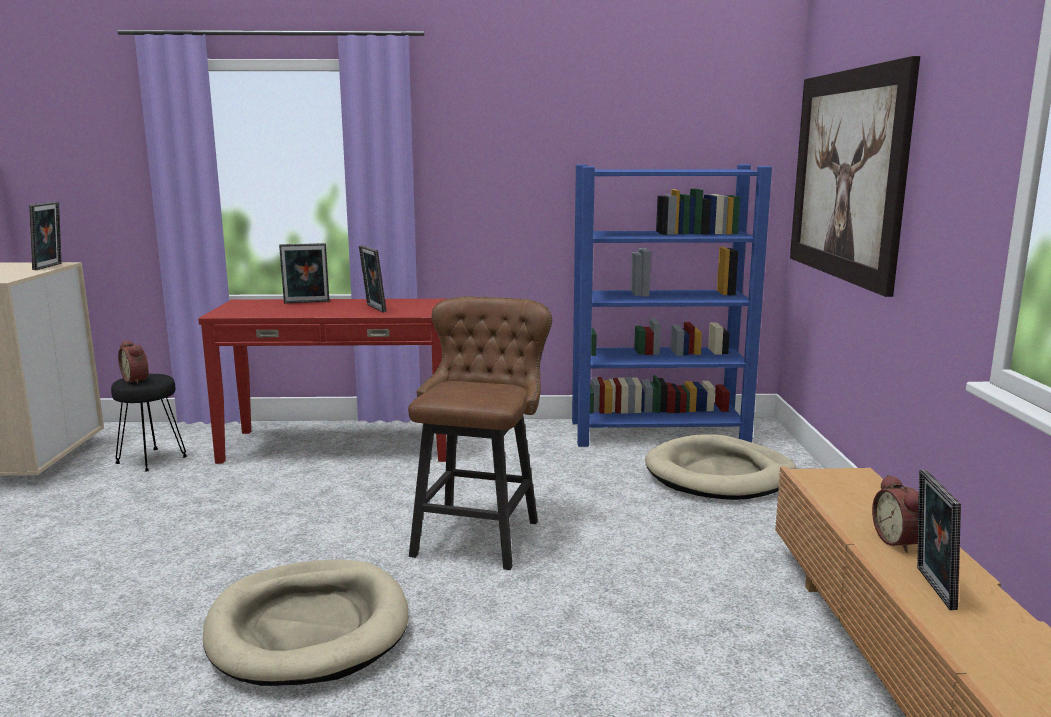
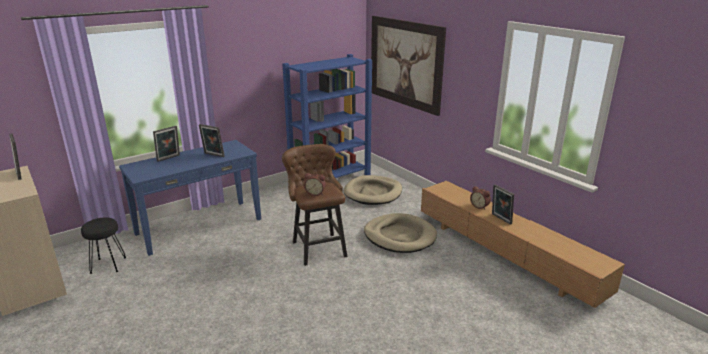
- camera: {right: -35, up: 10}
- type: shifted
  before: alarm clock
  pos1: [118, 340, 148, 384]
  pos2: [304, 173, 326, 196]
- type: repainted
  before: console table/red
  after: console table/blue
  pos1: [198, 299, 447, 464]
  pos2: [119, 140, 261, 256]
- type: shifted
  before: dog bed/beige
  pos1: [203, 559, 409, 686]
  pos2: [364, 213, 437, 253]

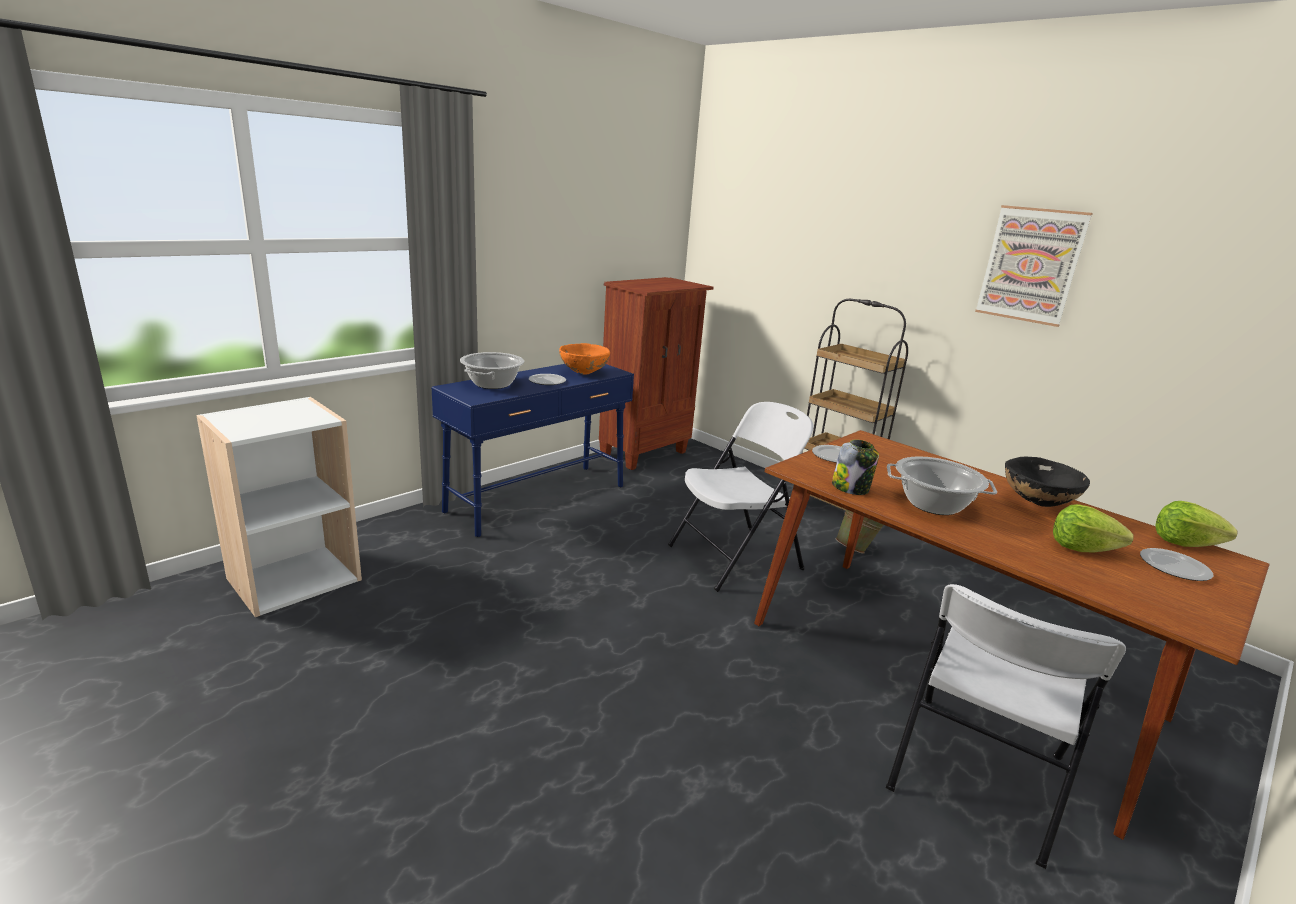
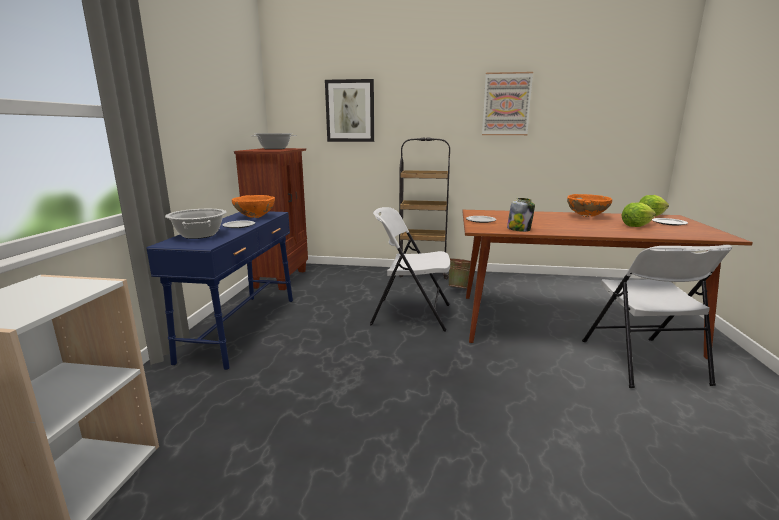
- camera: {right: -35, up: -5}
- type: rotated
  before: chair/white
  pos1: [668, 402, 814, 592]
  pos2: [370, 207, 450, 332]
  turn: -105
- type: shifted
  before: cooking pot
  pos1: [887, 456, 997, 515]
  pos2: [251, 133, 297, 149]
- type: repainted
  before: bowl/black
  after: bowl/orange
  pos1: [1005, 457, 1090, 507]
  pos2: [567, 194, 612, 217]
- type: new
  after: picture
  pos2: [325, 79, 374, 142]

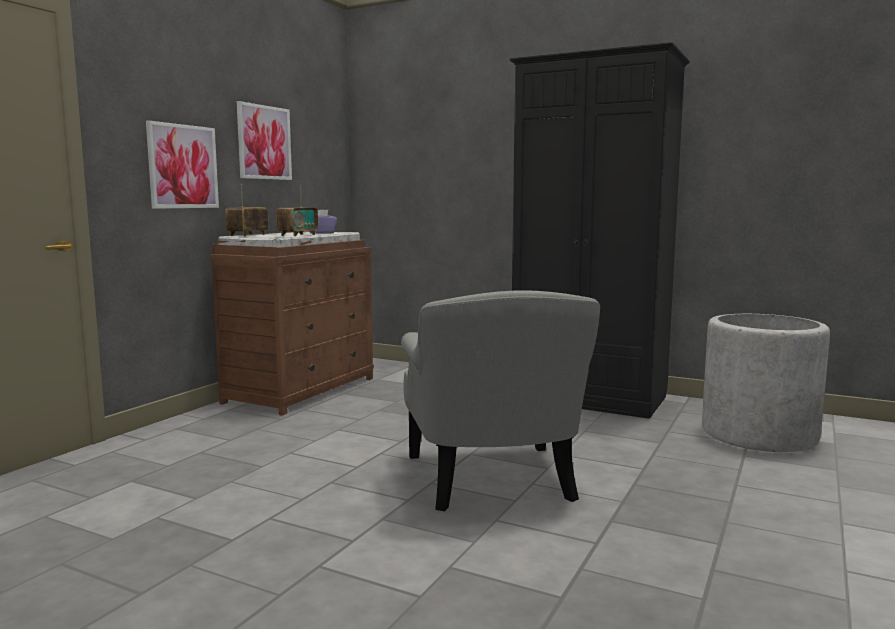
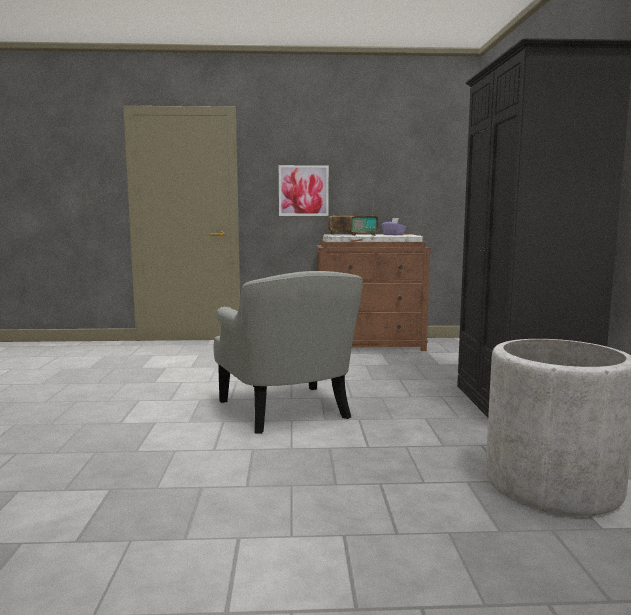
- camera: {right: 60, up: 0}
- type: gone
  before: picture
  pos1: [237, 101, 292, 180]
- type: rotated
  before: armchair/grey
  pos1: [401, 290, 600, 511]
  pos2: [214, 271, 363, 434]
  turn: -75

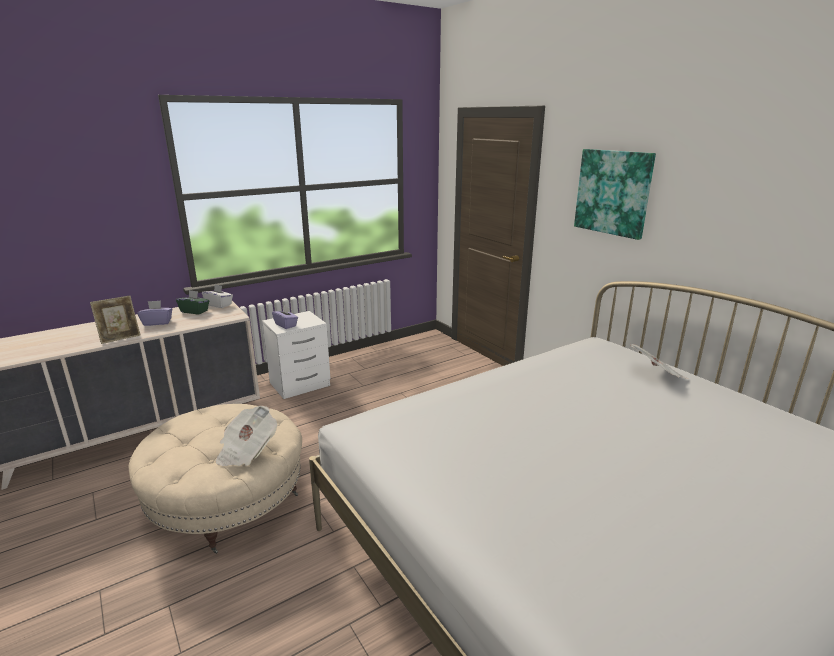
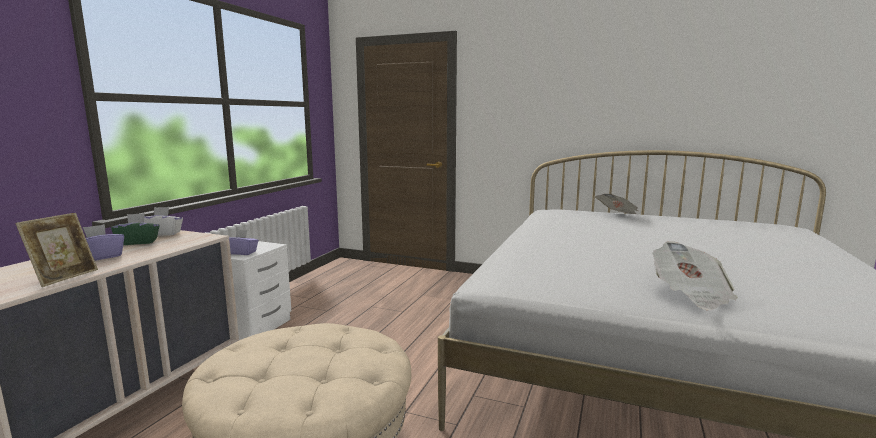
- camera: {right: -35, up: -10}
- type: shifted
  before: newspaper
  pos1: [215, 406, 277, 466]
  pos2: [652, 241, 738, 311]
- type: gone
  before: picture
  pos1: [574, 149, 656, 240]

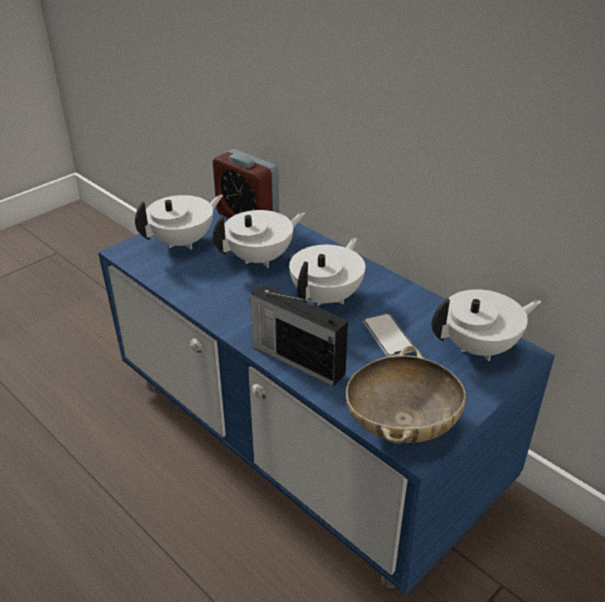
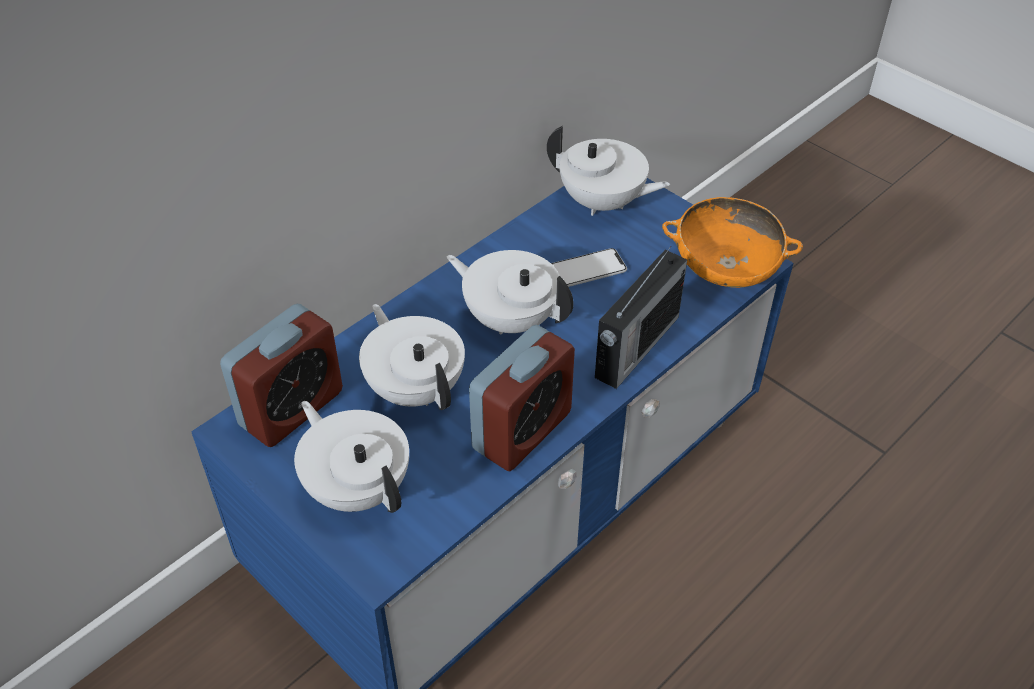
- camera: {right: -90, up: 10}
- type: repainted
  before: bowl/beige
  after: bowl/orange
  pos1: [346, 346, 466, 444]
  pos2: [662, 197, 803, 288]
- type: rotated
  before: teapot/white
  pos1: [432, 289, 541, 361]
  pos2: [547, 126, 670, 216]
  turn: 135
- type: new
  after: alarm clock
  pos2: [469, 325, 575, 471]

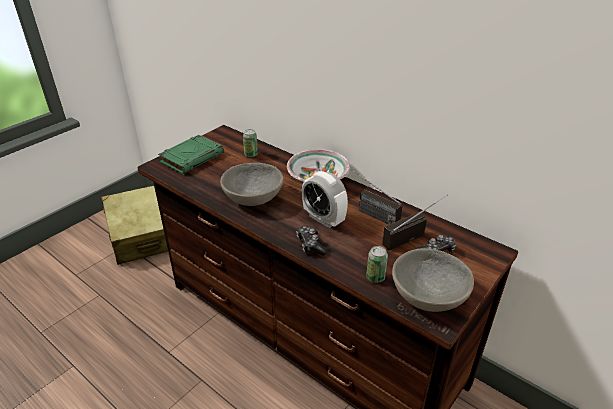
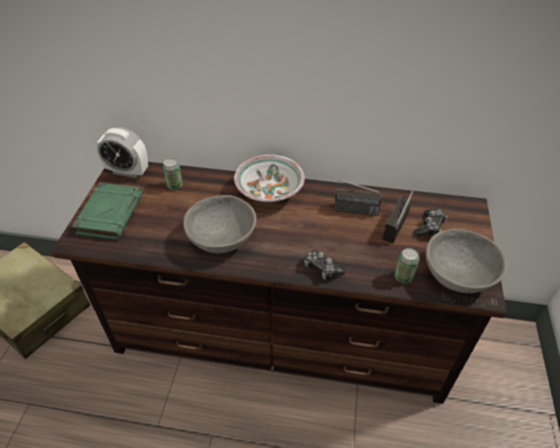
- camera: {right: -30, up: 10}
- type: shifted
  before: alarm clock
  pos1: [302, 171, 348, 228]
  pos2: [96, 127, 148, 178]

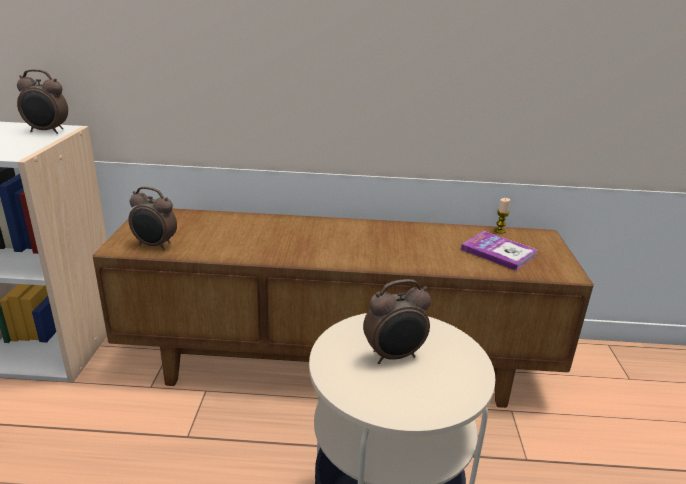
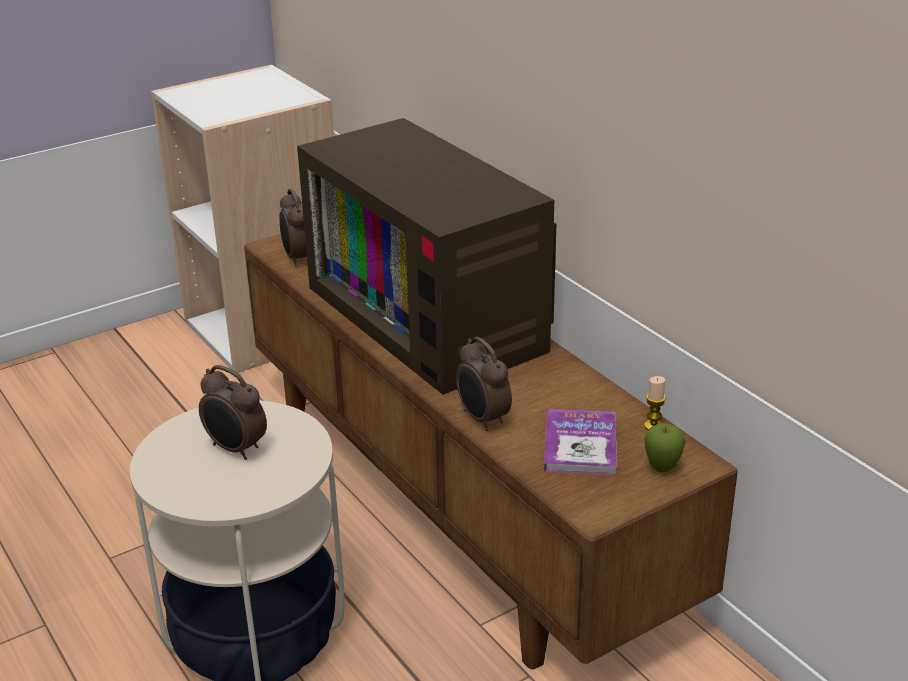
- camera: {right: 55, up: 5}
- type: shifted
  before: alarm clock
  pos1: [17, 69, 68, 134]
  pos2: [456, 337, 512, 431]
- type: new
  after: television
  pos2: [297, 118, 556, 395]
- type: new
  after: apple
  pos2: [644, 423, 686, 473]

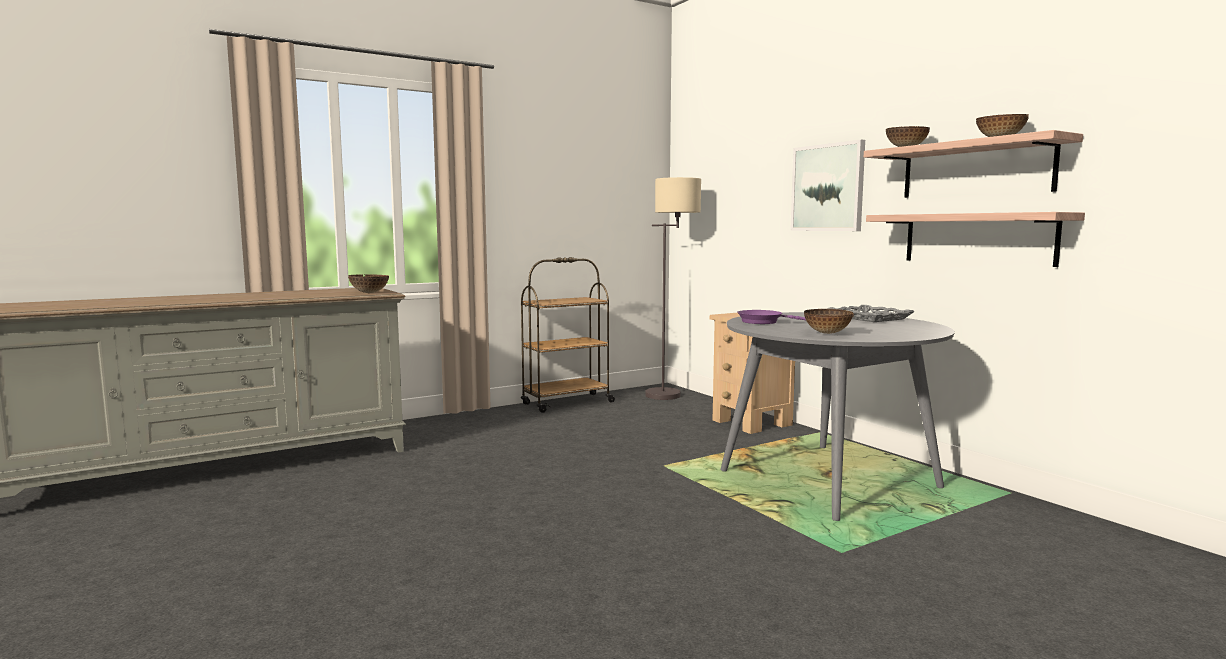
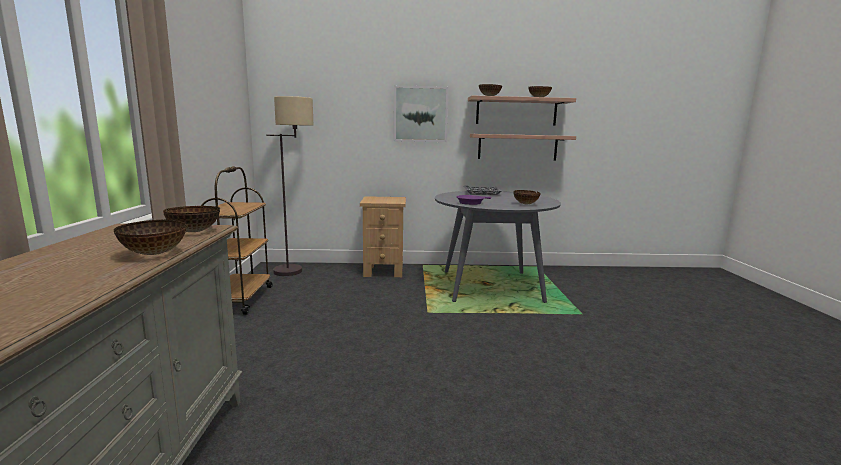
- camera: {right: -60, up: 5}
- type: new
  after: bowl
  pos2: [113, 220, 187, 255]

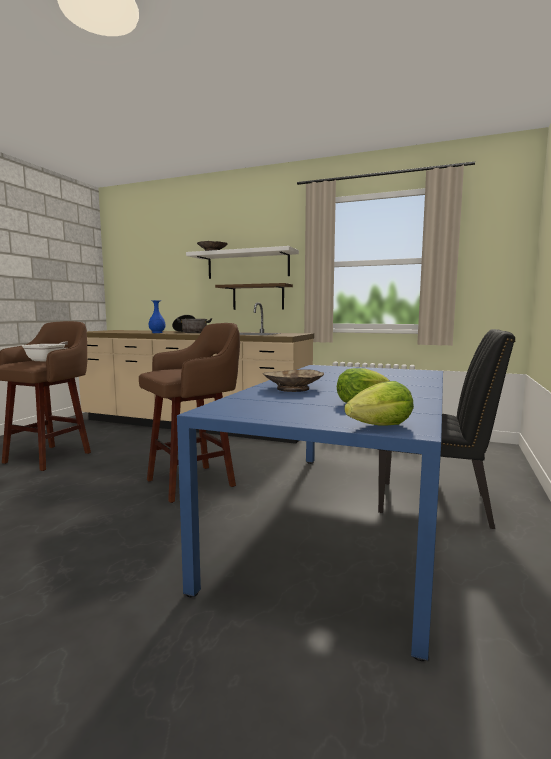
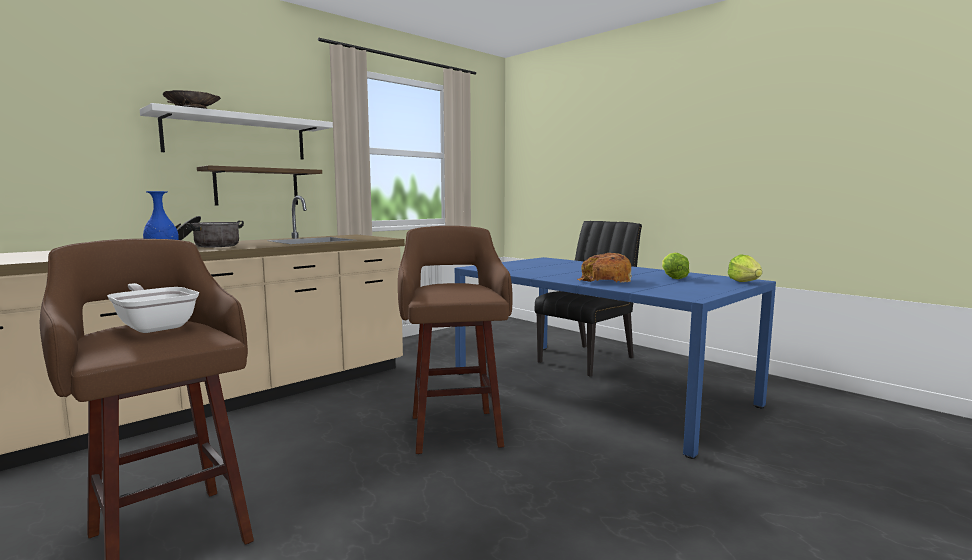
- camera: {right: -65, up: 0}
- type: swapped
  before: bowl/beige
  after: bread
  pos1: [263, 369, 324, 392]
  pos2: [577, 253, 632, 282]

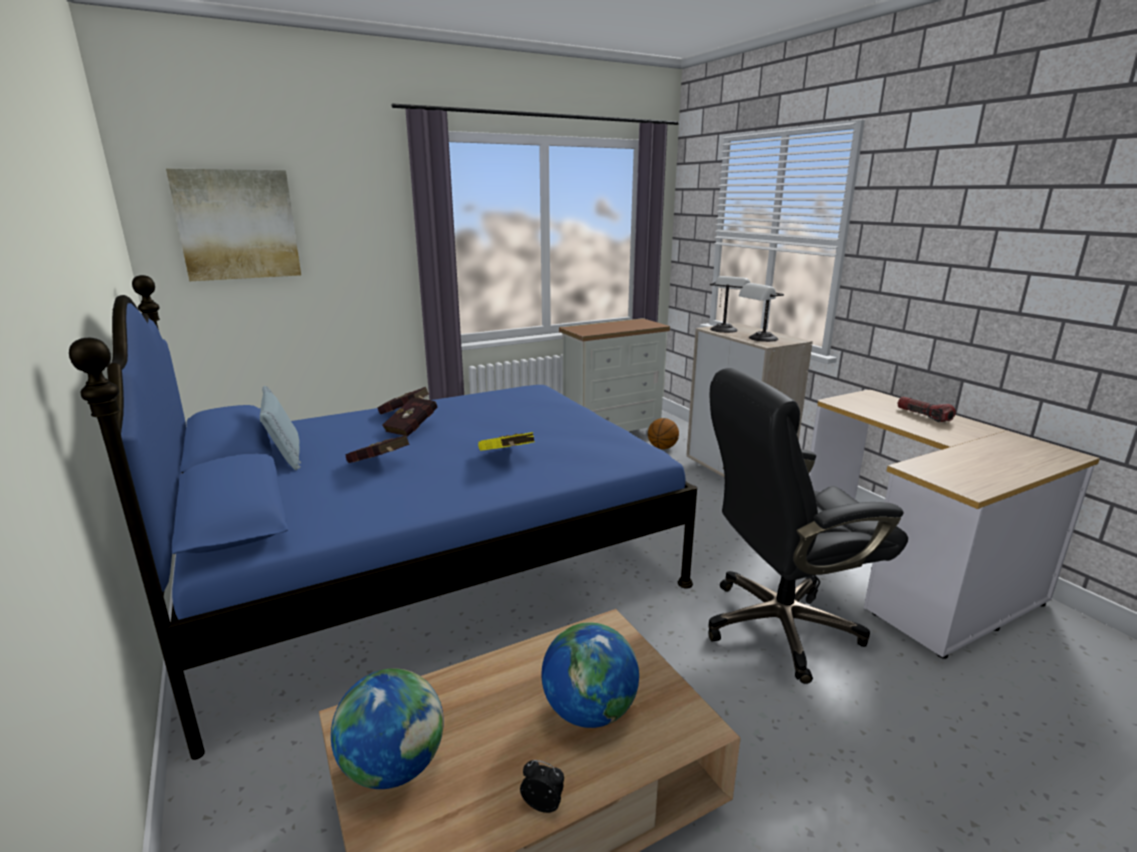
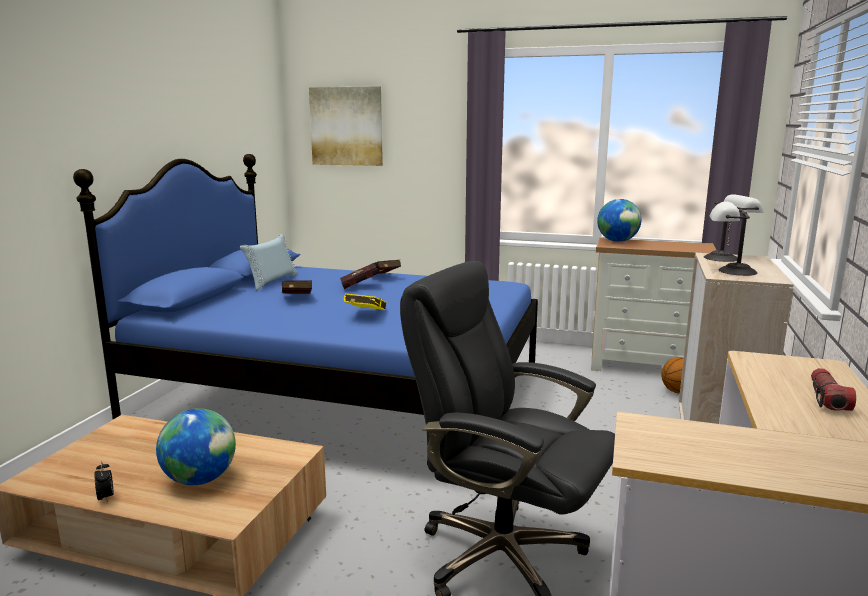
- camera: {right: 45, up: -5}
- type: shifted
  before: globe
  pos1: [331, 668, 444, 789]
  pos2: [597, 199, 641, 242]

